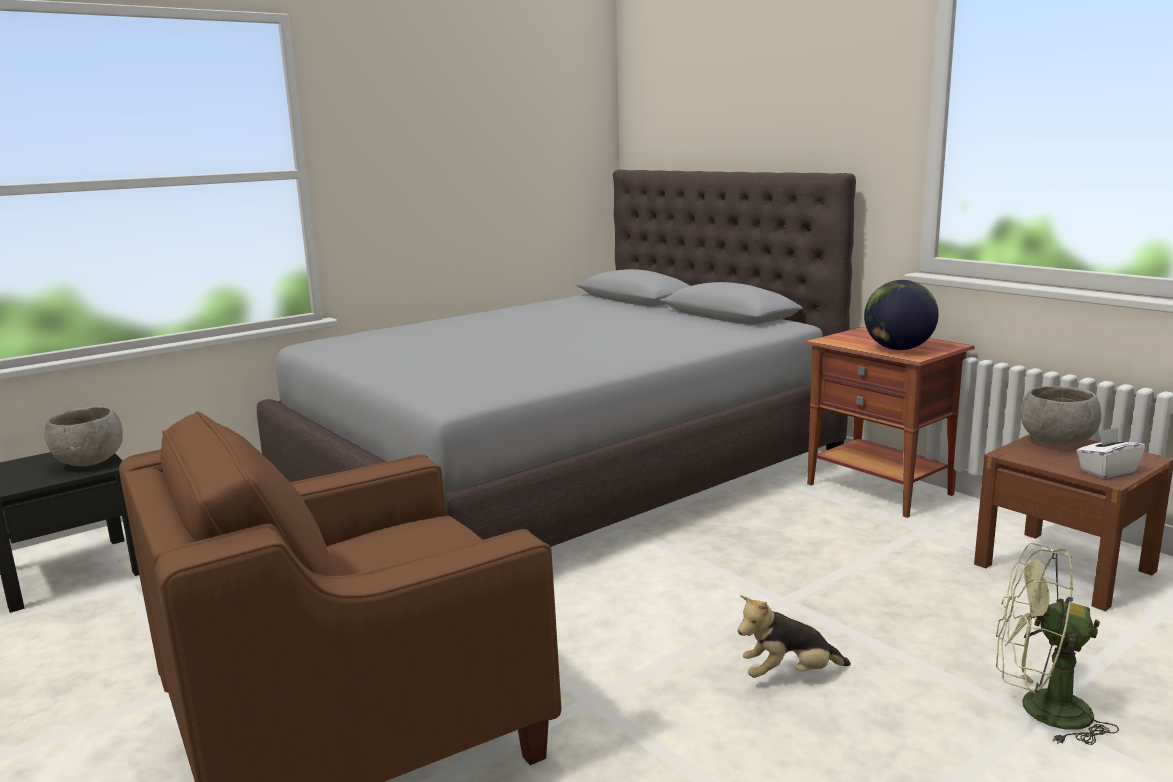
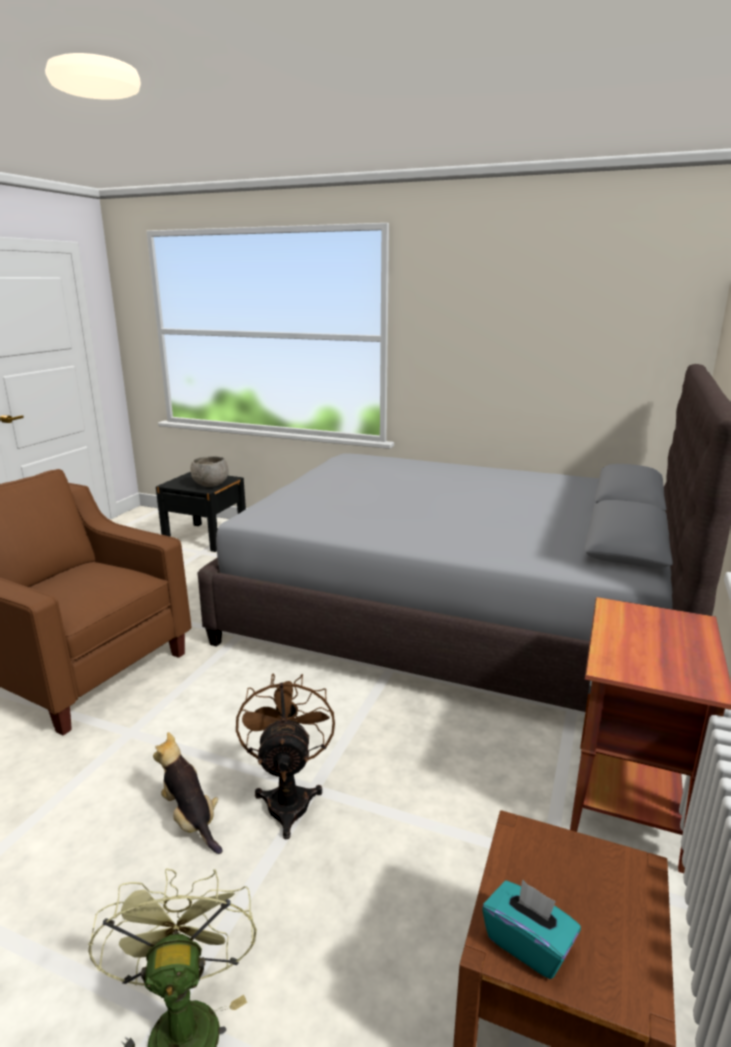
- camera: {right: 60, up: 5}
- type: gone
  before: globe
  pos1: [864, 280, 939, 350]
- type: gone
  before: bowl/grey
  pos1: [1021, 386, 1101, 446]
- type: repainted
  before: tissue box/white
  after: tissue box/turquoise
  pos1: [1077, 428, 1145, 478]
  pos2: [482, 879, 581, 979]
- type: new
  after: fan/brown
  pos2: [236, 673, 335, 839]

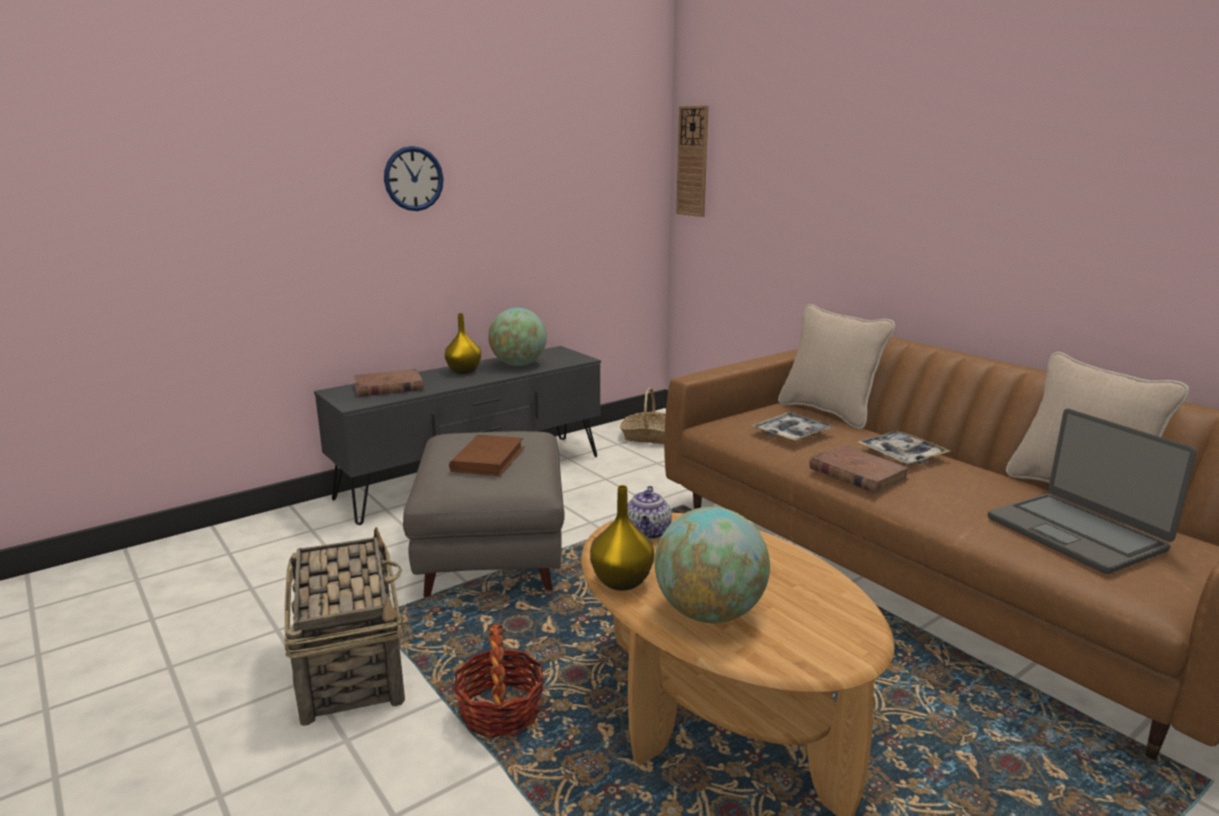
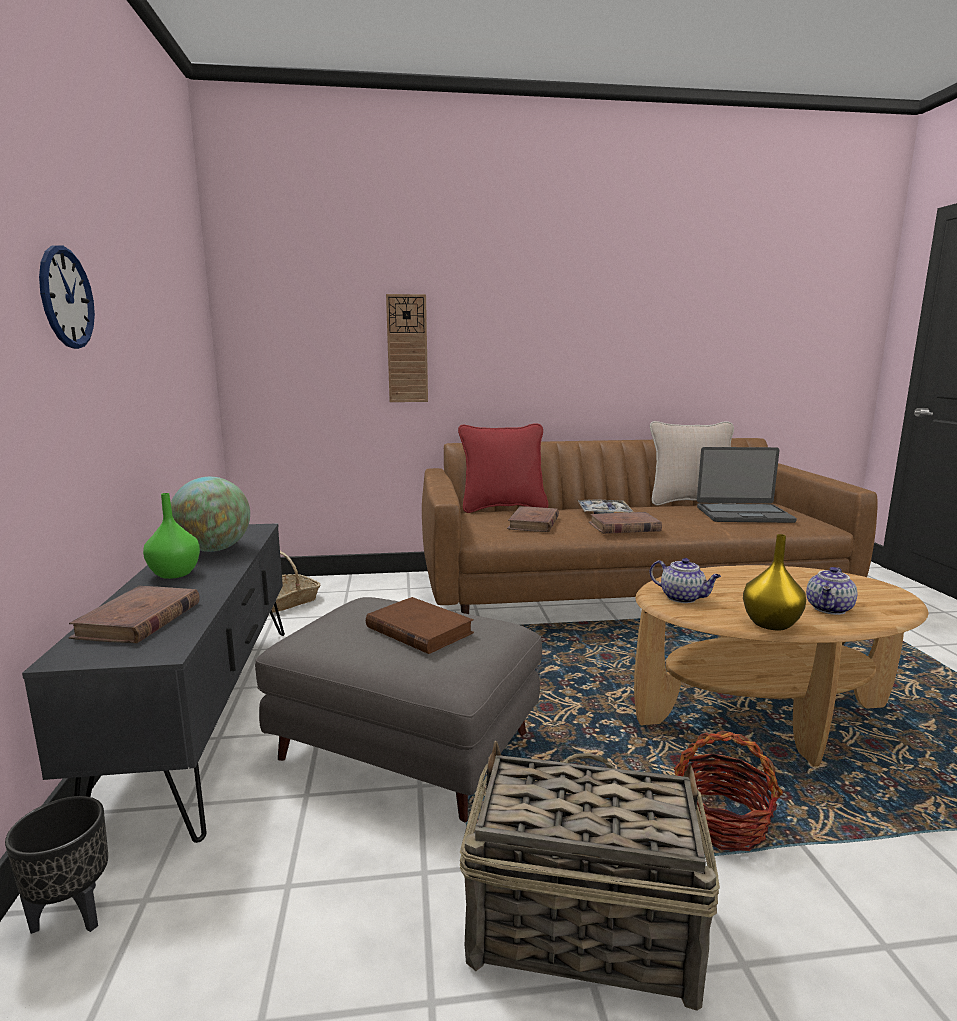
- camera: {right: -60, up: -5}
- type: repainted
  before: vase/yellow
  after: vase/green
  pos1: [445, 313, 481, 374]
  pos2: [143, 493, 200, 579]
- type: swapped
  before: globe
  after: teapot
  pos1: [655, 507, 770, 623]
  pos2: [806, 567, 857, 615]
- type: shifted
  before: wall clock
  pos1: [676, 106, 709, 217]
  pos2: [386, 294, 428, 402]
- type: swapped
  before: tray
  after: book/brown
  pos1: [752, 412, 834, 442]
  pos2: [507, 506, 559, 532]
- type: repainted
  before: pillow/beige
  after: pillow/red
  pos1: [778, 304, 895, 429]
  pos2: [458, 423, 548, 513]
- type: new
  after: planter/black
  pos2: [5, 796, 108, 934]

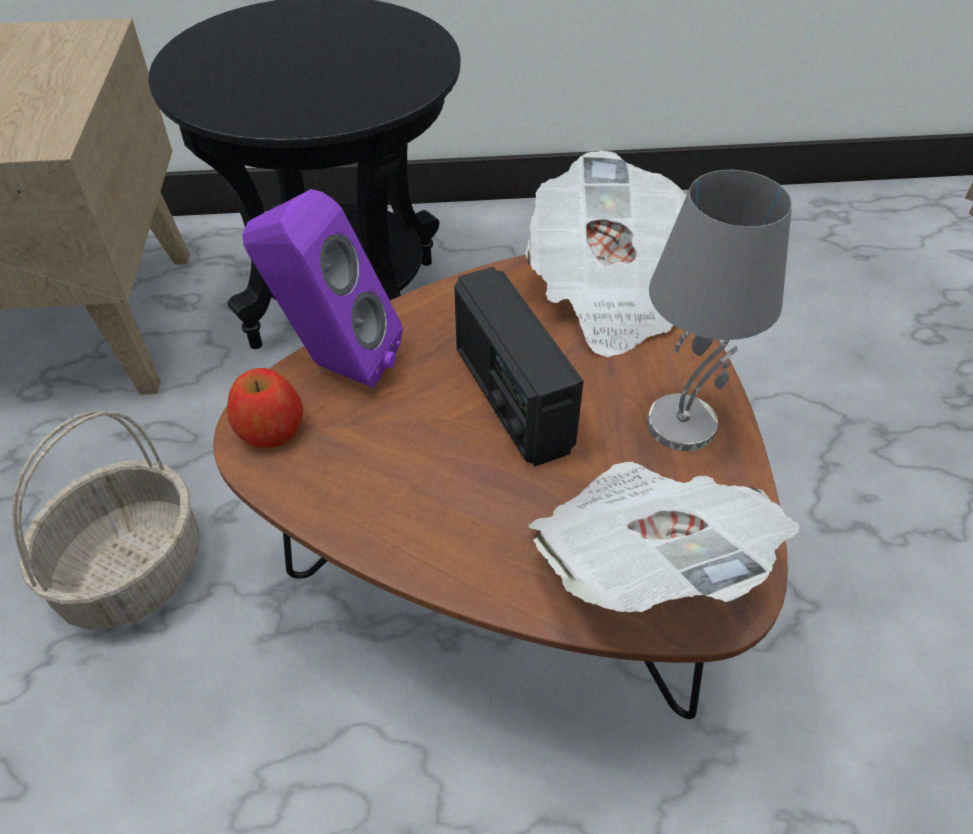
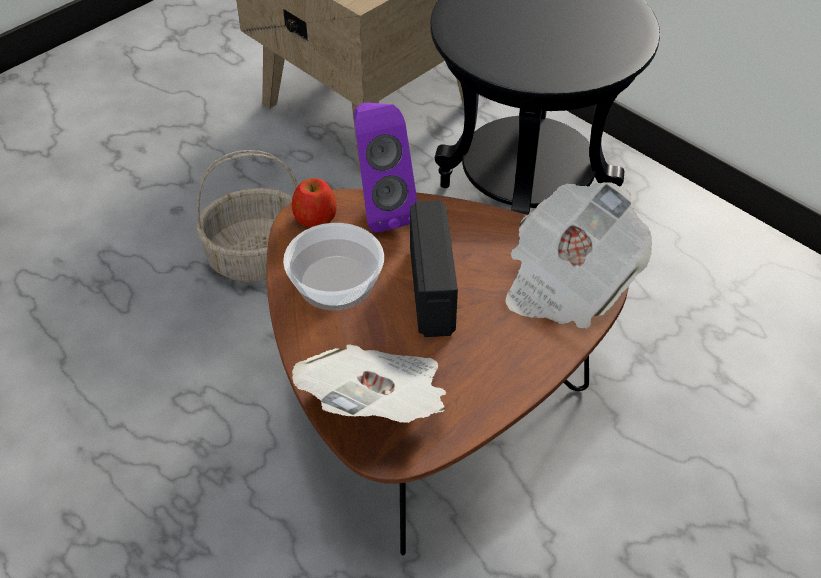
- camera: {right: 50, up: 0}
- type: rotated
  before: radio
  pos1: [454, 267, 584, 466]
  pos2: [410, 200, 458, 337]
  turn: 150
- type: gone
  before: table lamp/grey
  pos1: [647, 170, 792, 451]
- type: new
  after: bowl
  pos2: [283, 223, 384, 311]

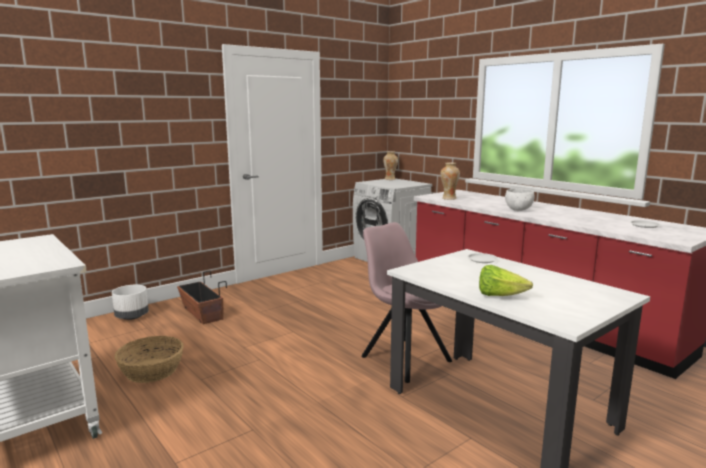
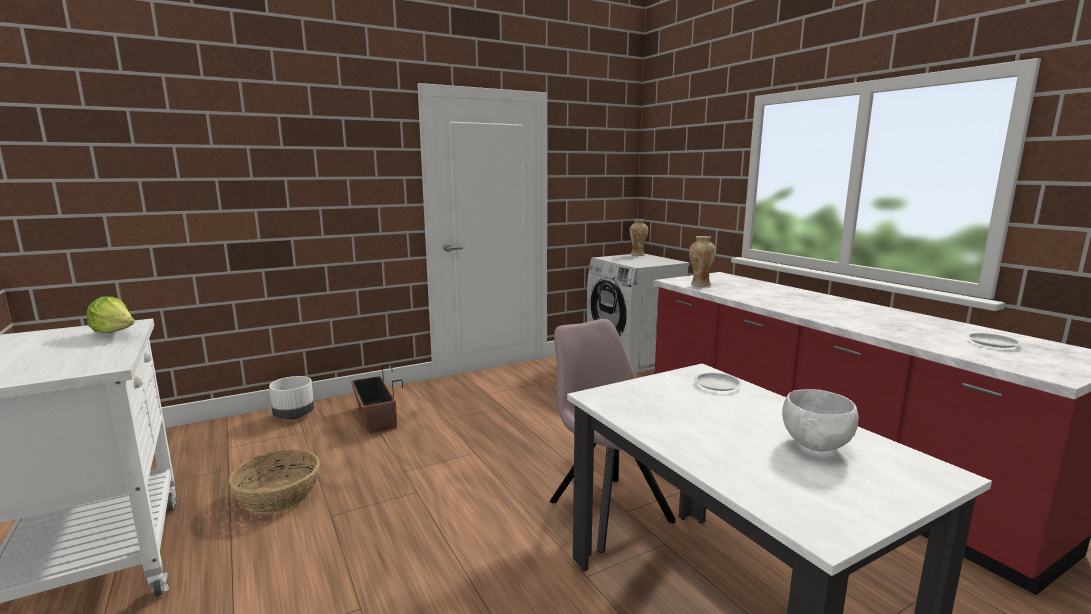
- camera: {right: 10, up: 0}
- type: shifted
  before: lettuce
  pos1: [479, 265, 533, 296]
  pos2: [86, 297, 135, 333]
- type: shifted
  before: bowl/white
  pos1: [505, 188, 535, 211]
  pos2: [782, 389, 859, 452]

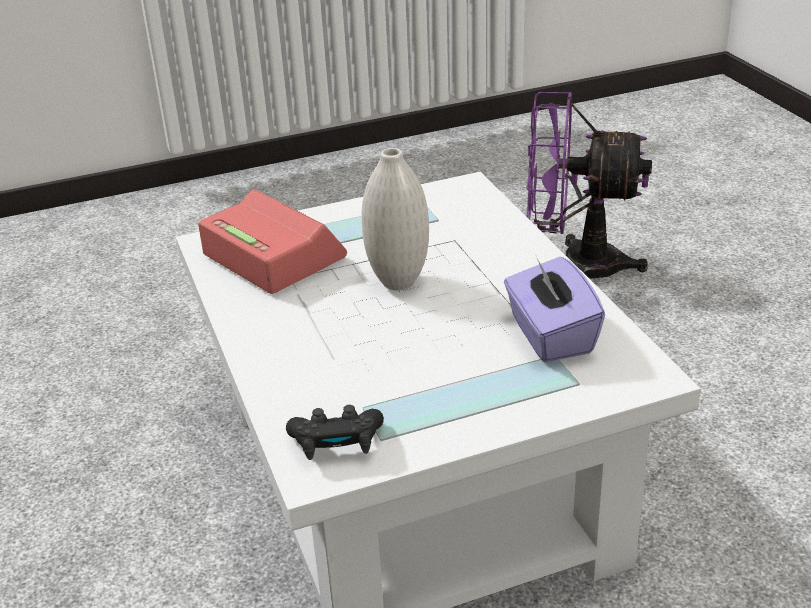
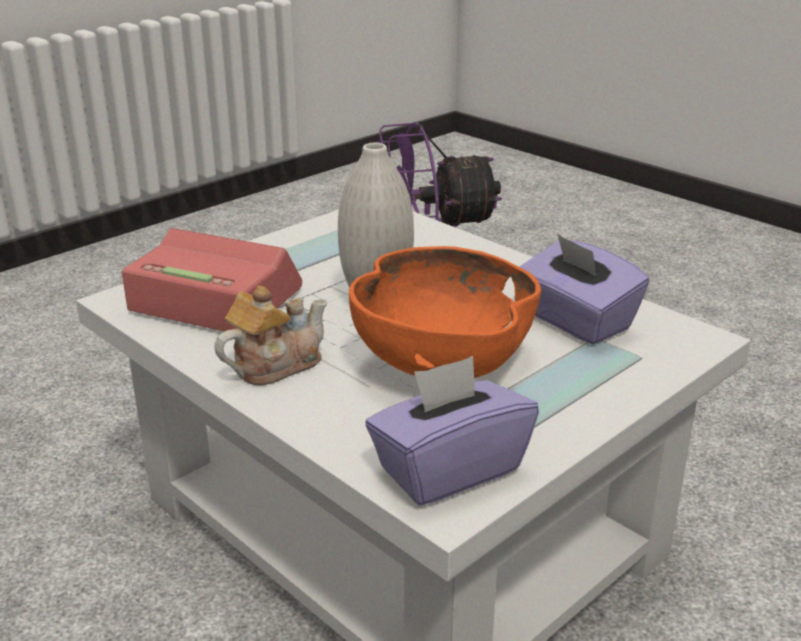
- camera: {right: -25, up: -5}
- type: swapped
  before: game controller/black
  after: tissue box/purple
  pos1: [286, 405, 384, 460]
  pos2: [366, 356, 539, 506]
- type: new
  after: teapot
  pos2: [214, 285, 327, 385]
- type: new
  after: bowl/orange
  pos2: [349, 246, 541, 378]

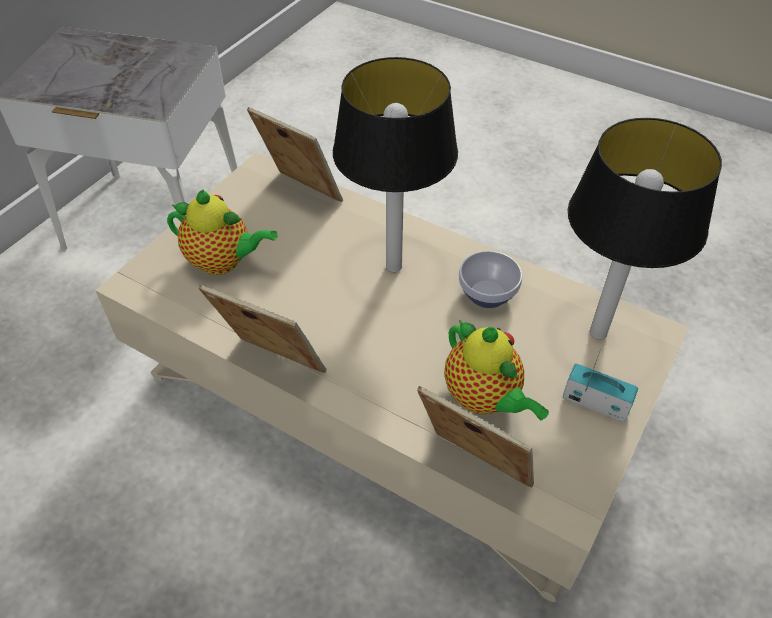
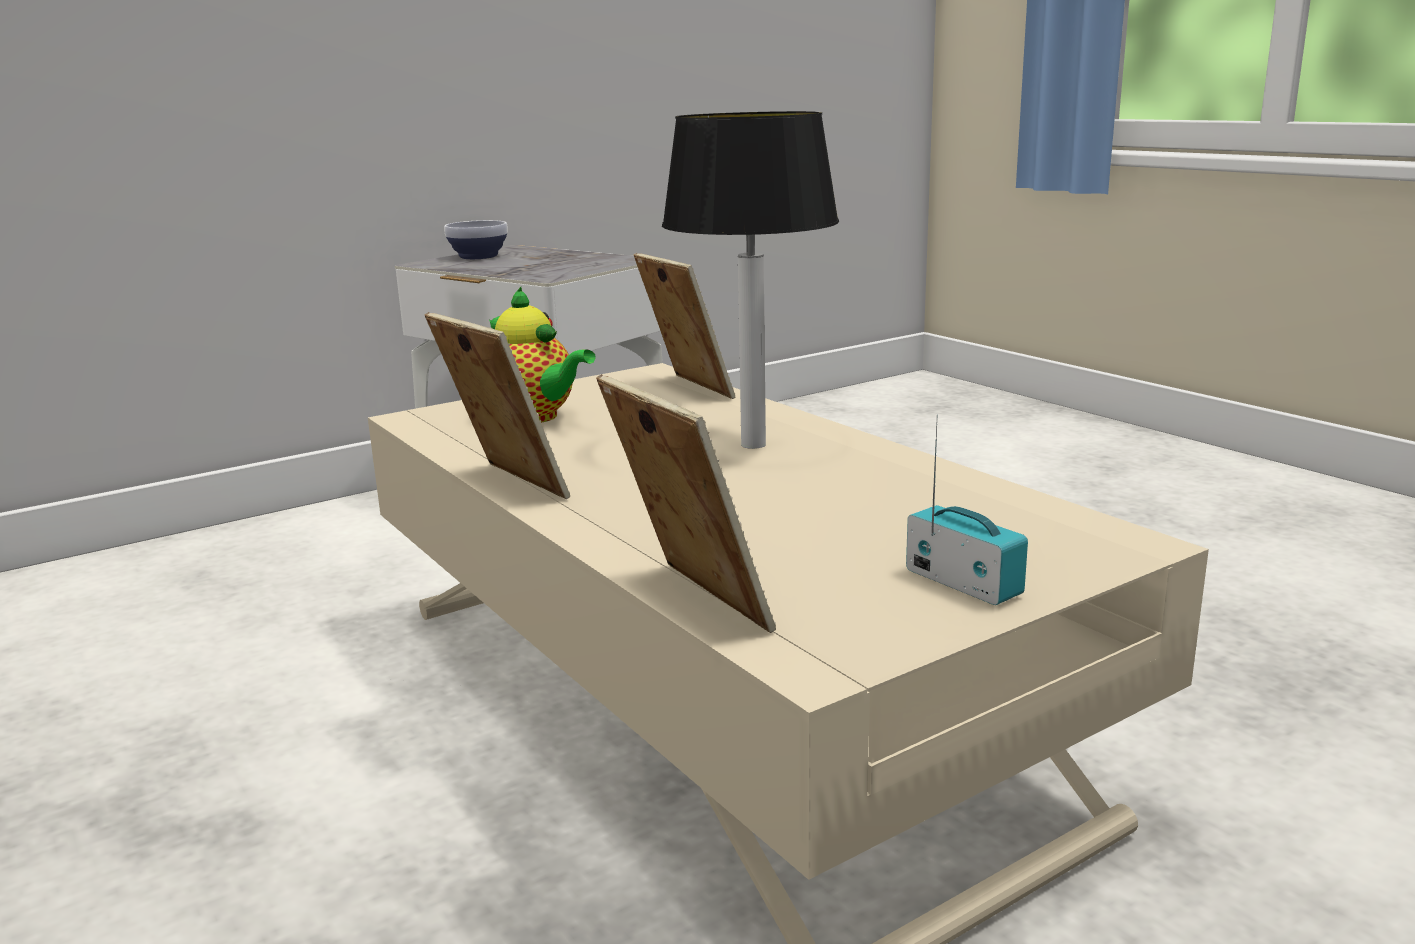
- camera: {right: 25, up: -30}
- type: gone
  before: teapot
  pos1: [444, 320, 549, 420]
- type: shifted
  before: bowl
  pos1: [459, 251, 522, 308]
  pos2: [444, 220, 508, 259]
- type: gone
  before: table lamp
  pos1: [568, 118, 722, 339]

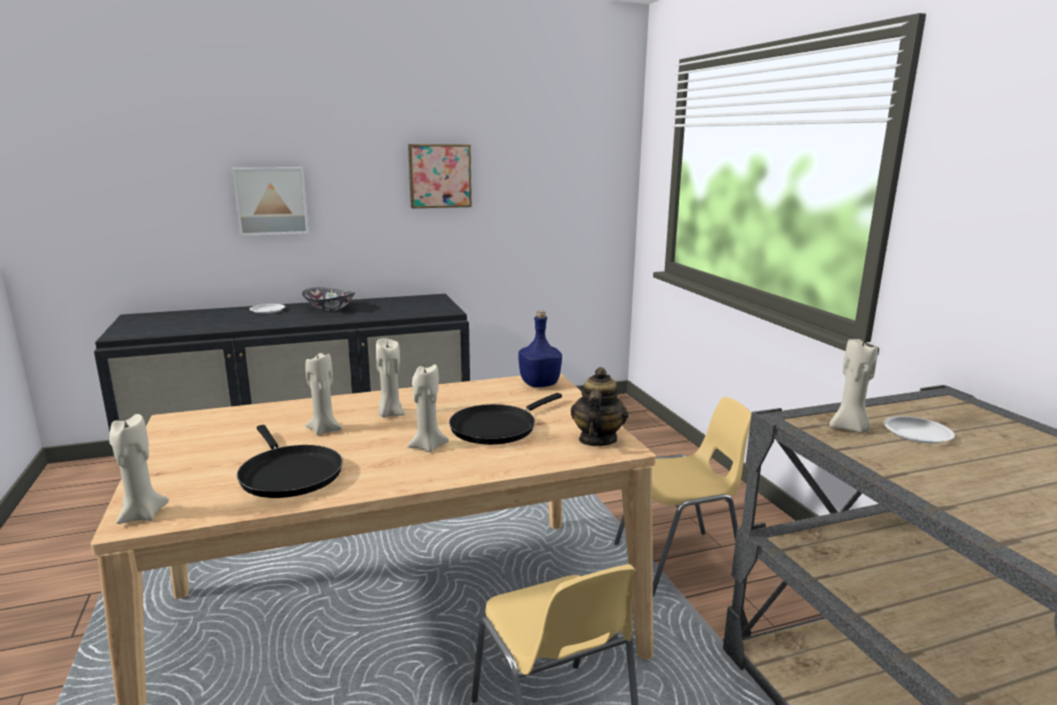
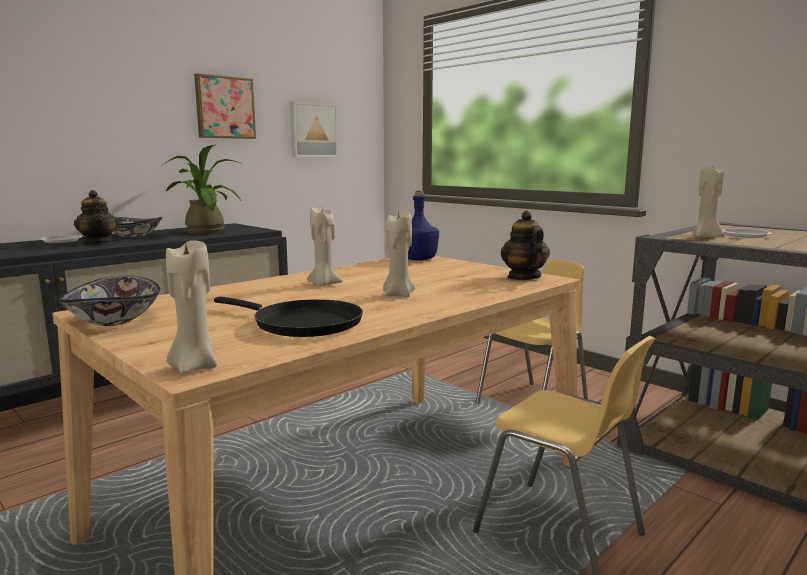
- camera: {right: -25, up: -5}
- type: shifted
  before: picture
  pos1: [232, 168, 309, 236]
  pos2: [290, 101, 338, 157]
- type: gone
  before: candle/beige
  pos1: [305, 353, 342, 435]
- type: gone
  before: frying pan/black
  pos1: [449, 393, 562, 445]
- type: new
  after: bowl
  pos2: [58, 275, 160, 326]
- type: new
  after: teapot
  pos2: [74, 190, 118, 244]
- type: new
  after: potted plant
  pos2: [162, 144, 241, 234]

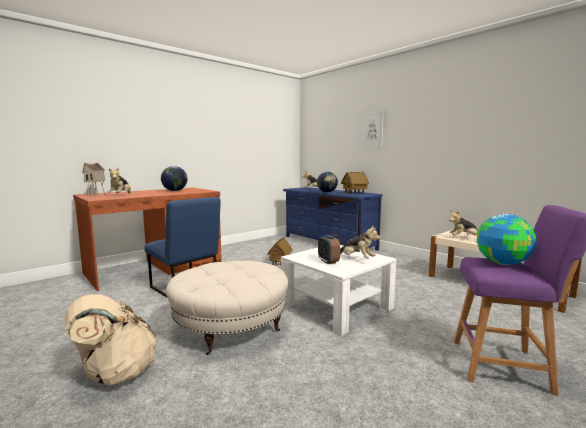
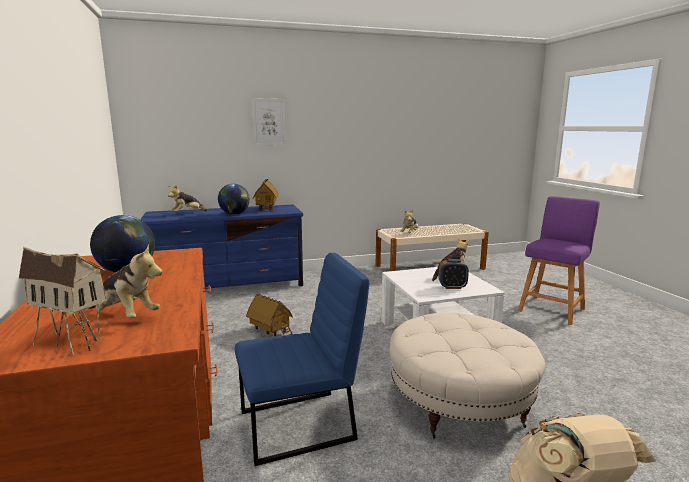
- camera: {right: -65, up: 5}
- type: gone
  before: globe
  pos1: [476, 214, 537, 265]

